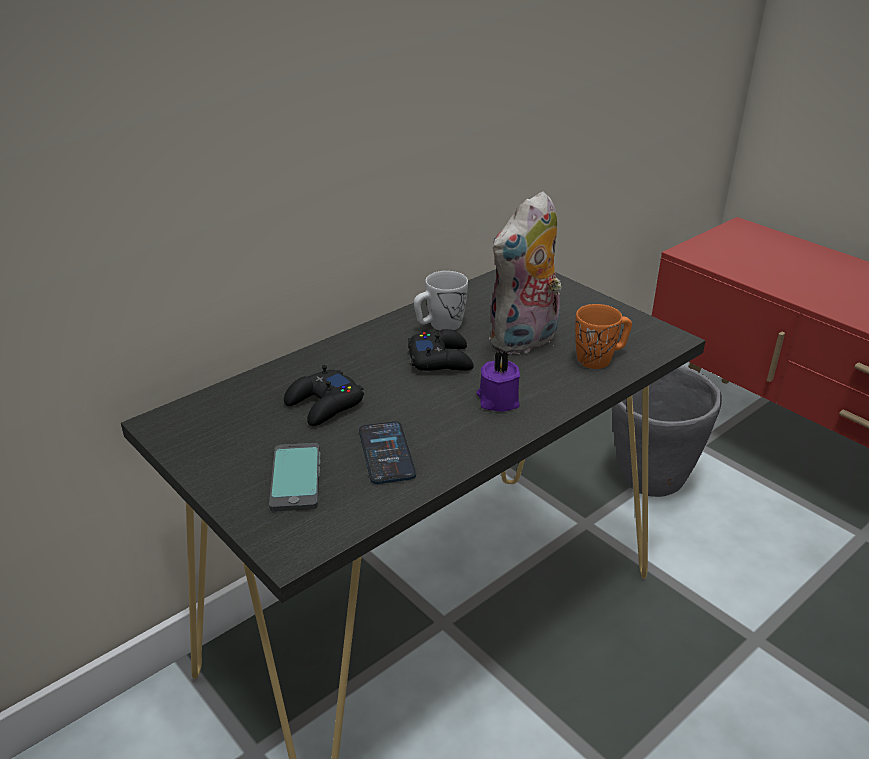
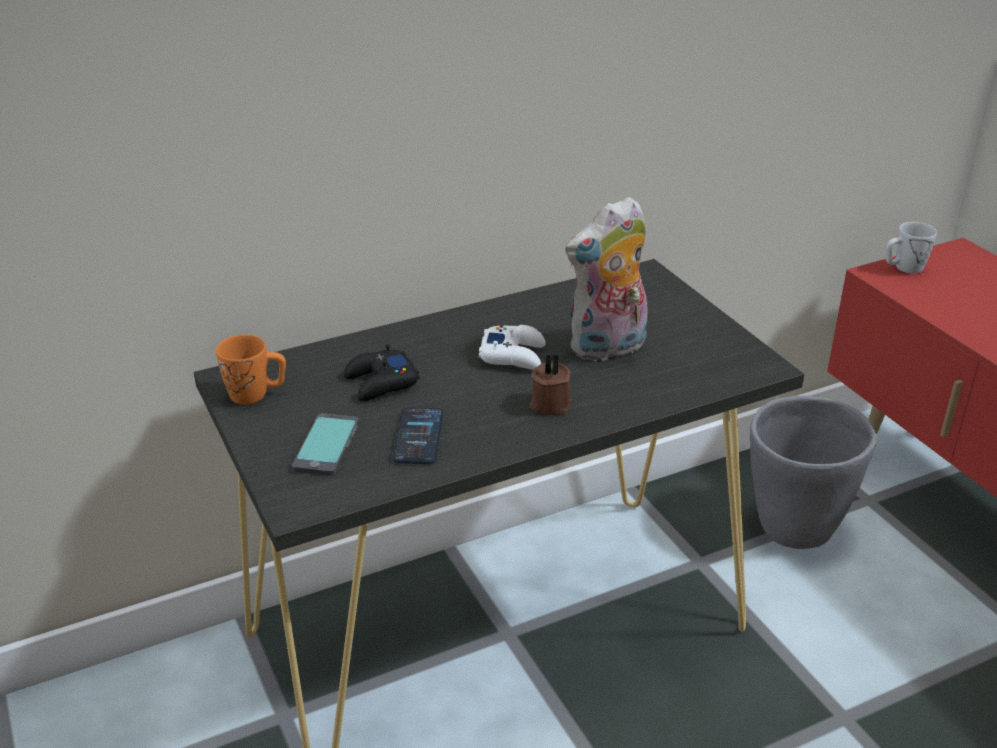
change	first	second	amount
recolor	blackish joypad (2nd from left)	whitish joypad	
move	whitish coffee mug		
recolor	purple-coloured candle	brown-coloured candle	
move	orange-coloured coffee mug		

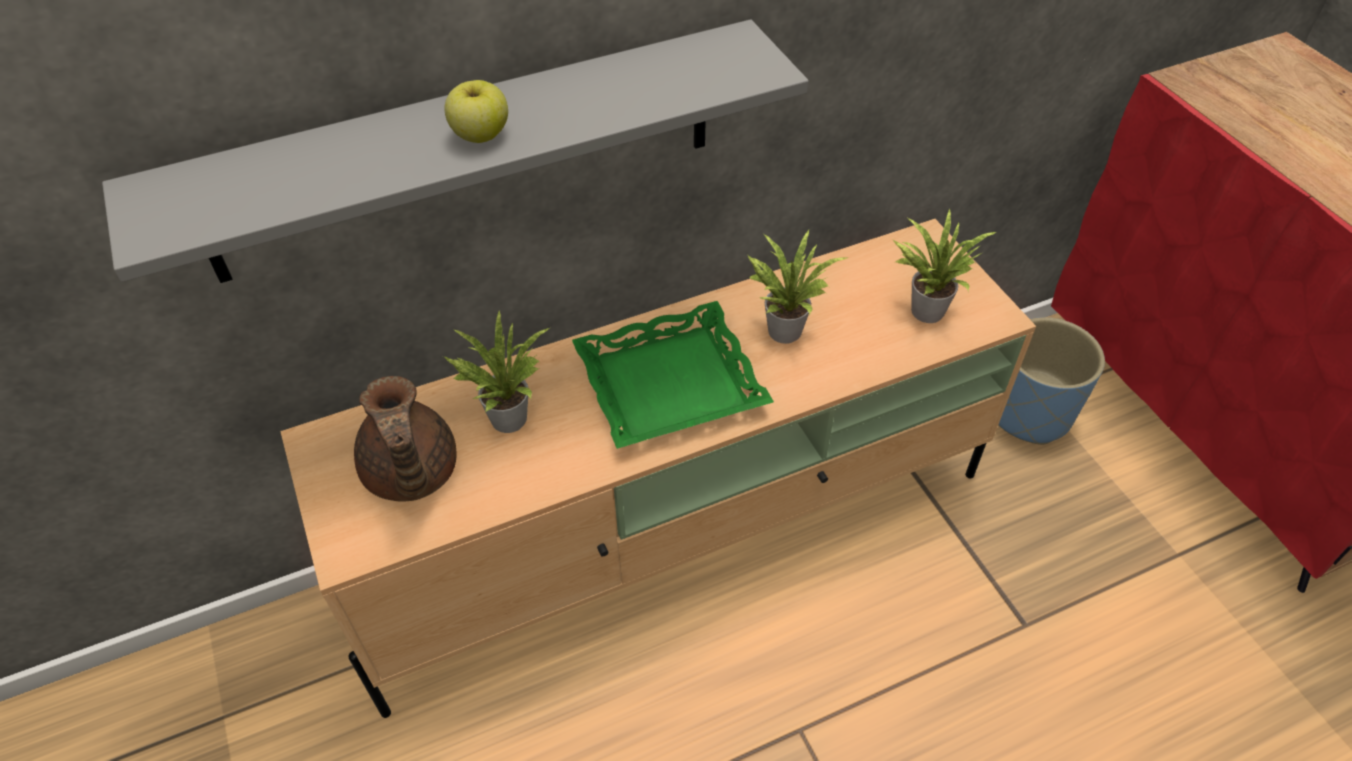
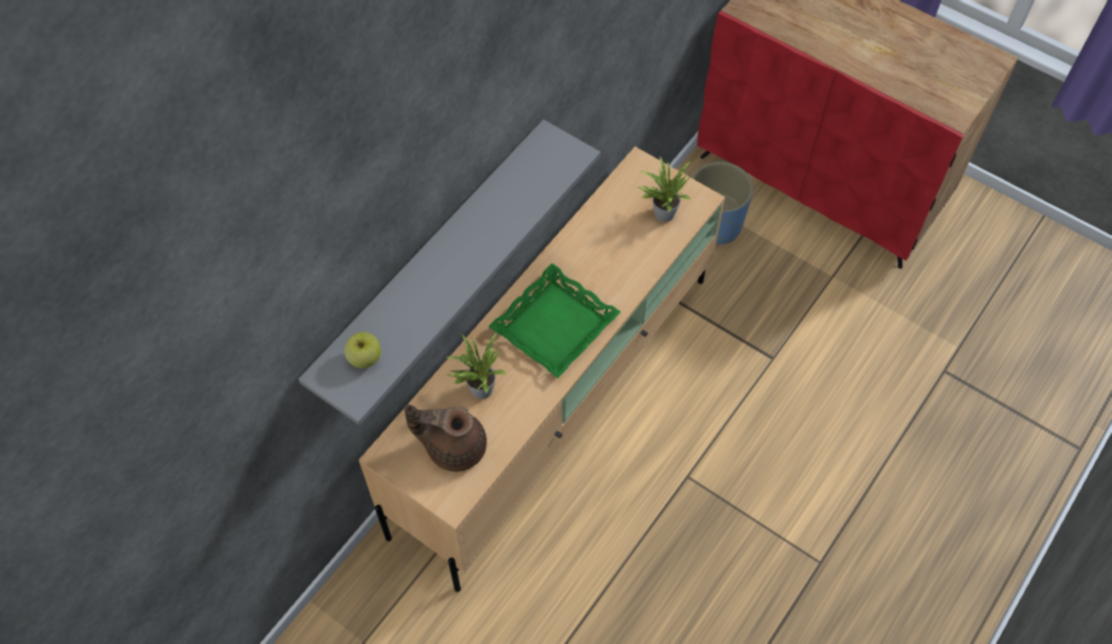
change	first	second	amount
rotate	brown-coloured tea pot		150 degrees clockwise
move	apple		
delete	houseplant (2nd from left)		

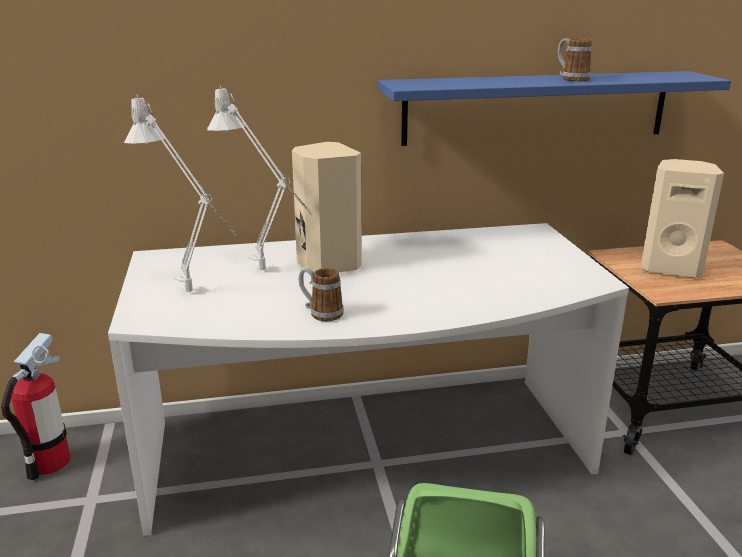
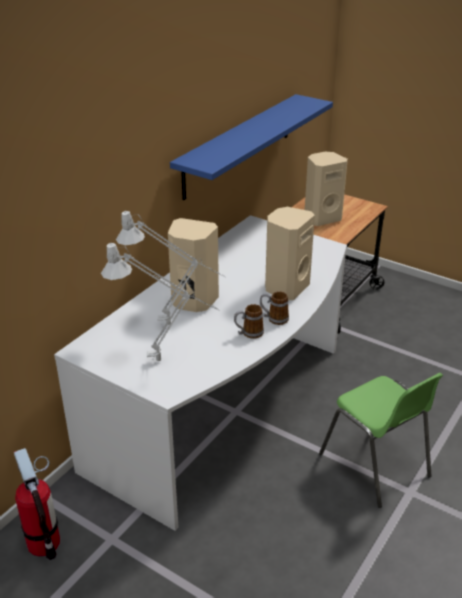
change	first	second	amount
move	coffee mug (2nd from left)		
insert		beige-coloured audio speaker (2nd from left)	

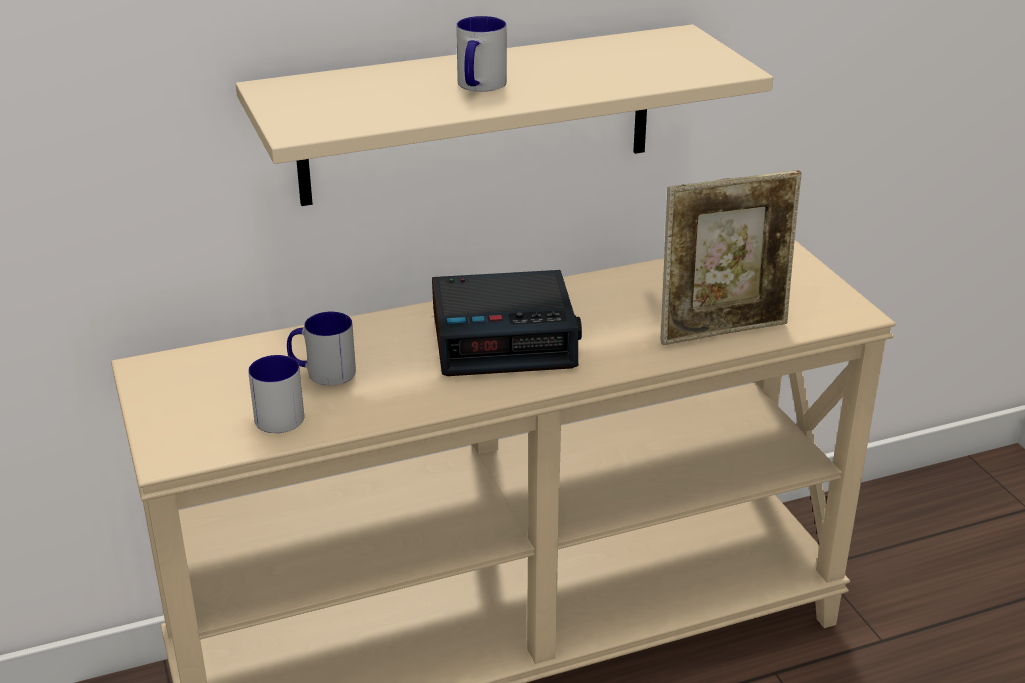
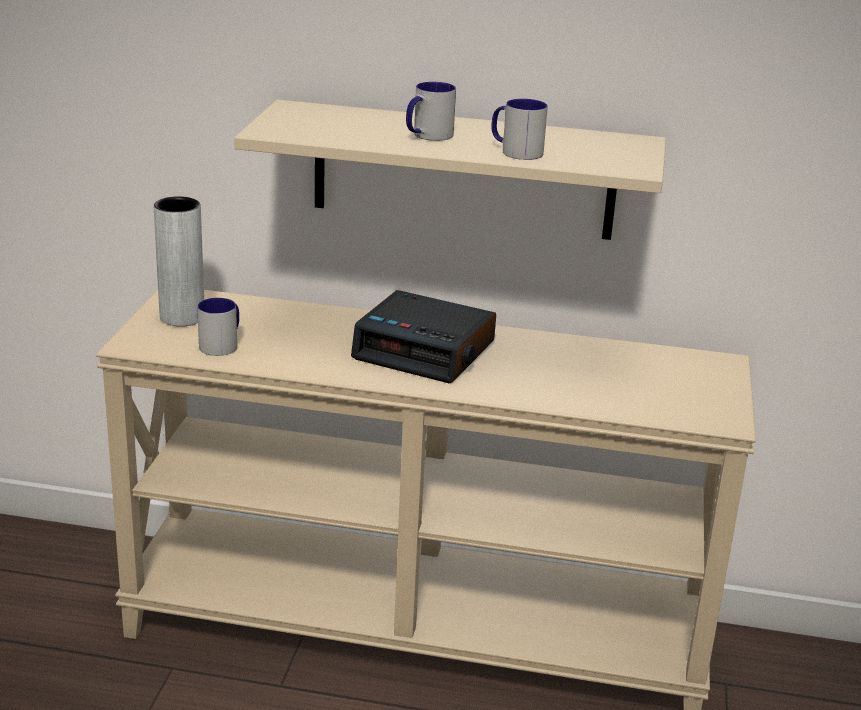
change	first	second	amount
move	coffee mug (2nd from left in the first image)	coffee mug (3rd from left)	
delete	photo frame		
insert		greyish flower vase	

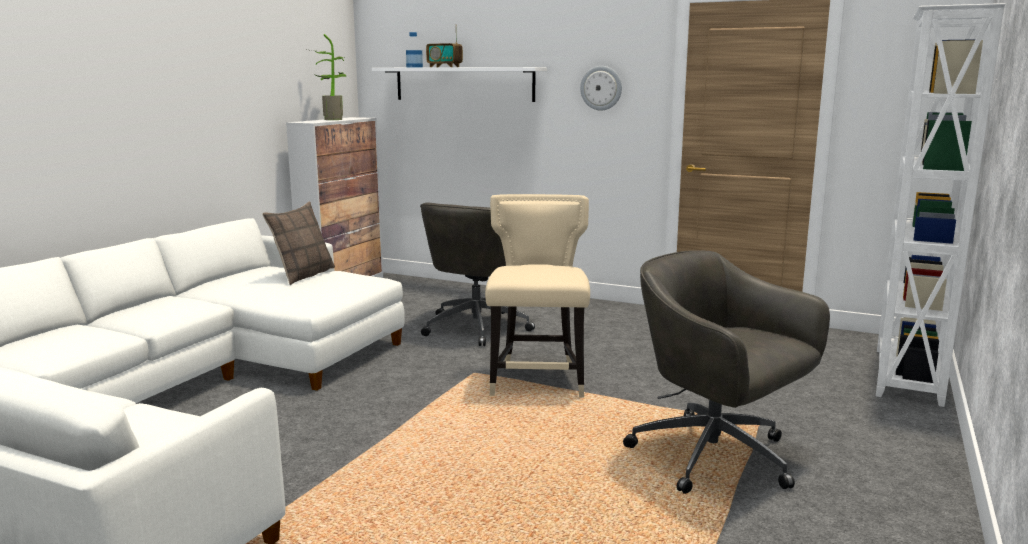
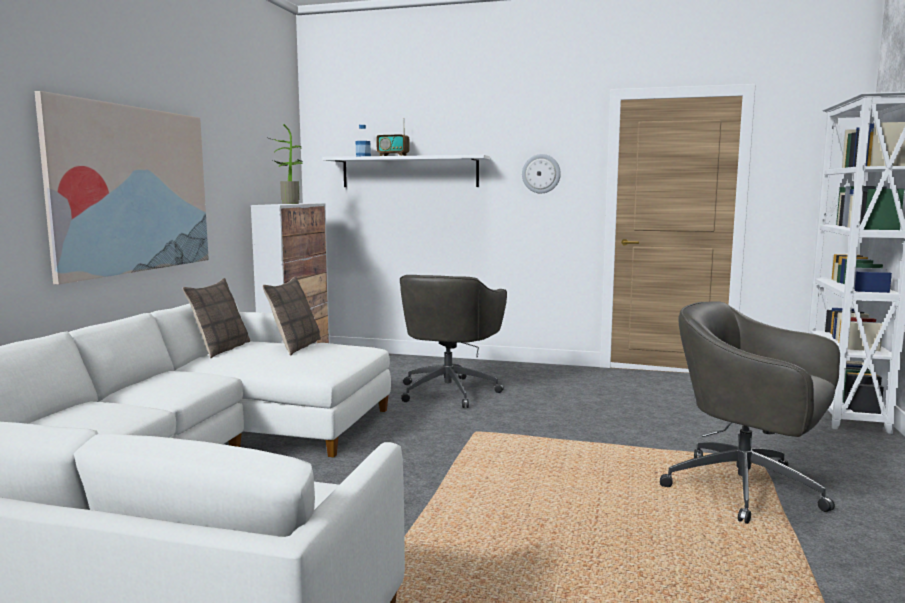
change	first	second	amount
delete	beige-coloured plain chair		
insert		wall art	
insert		cushion (1st from left)	

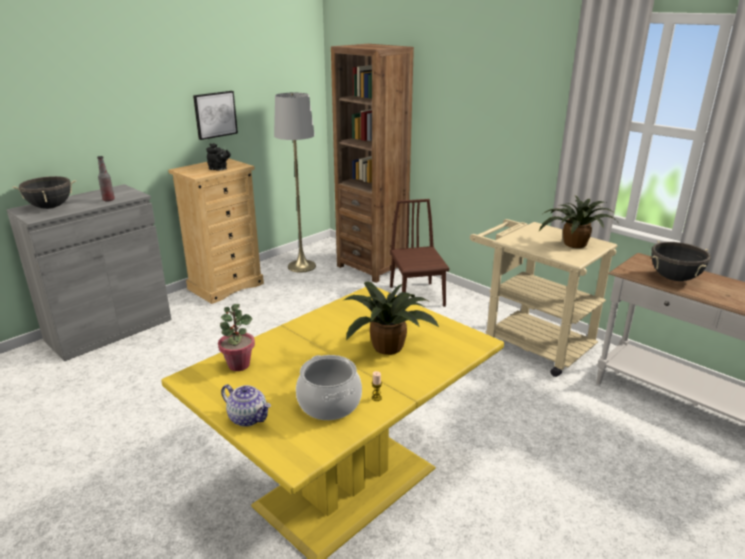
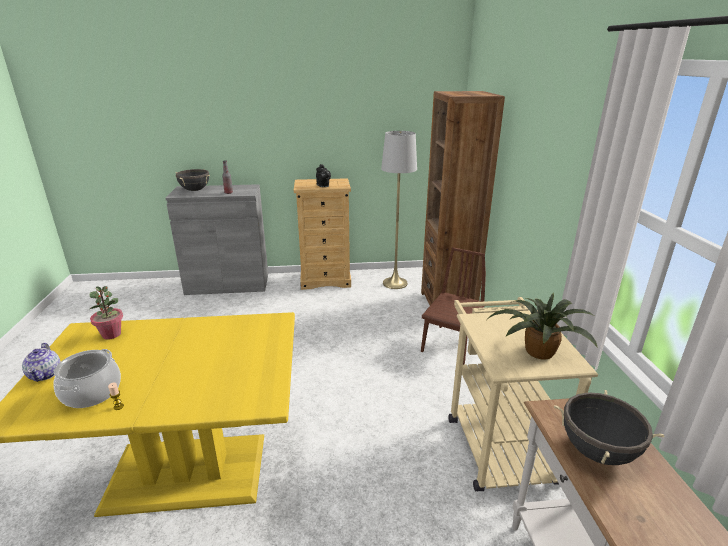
change	first	second	amount
delete	wall art		
delete	houseplant (2nd from left)		

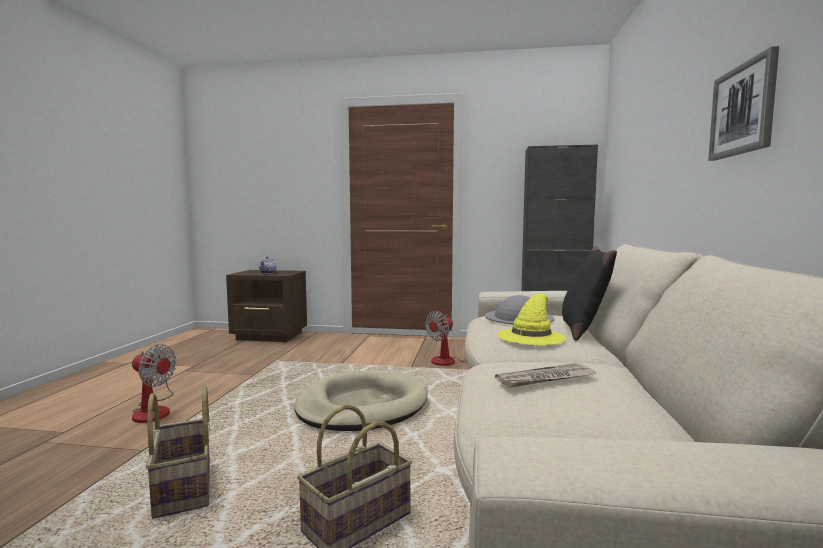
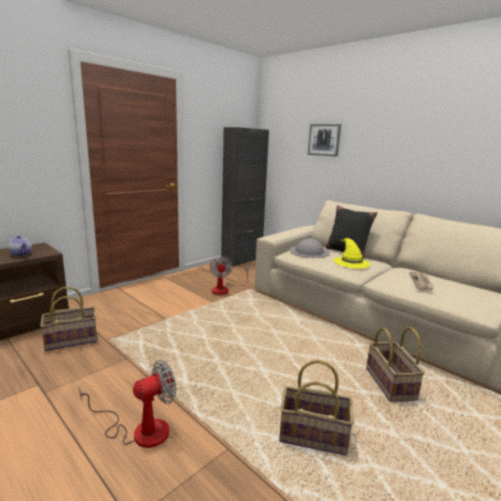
change	first	second	amount
delete	beige-coloured dog bed		
move	wall art		
insert		household basket (1st from left)	

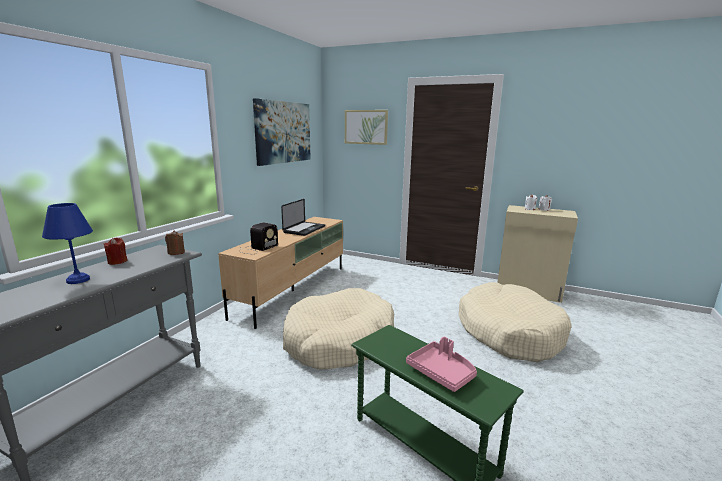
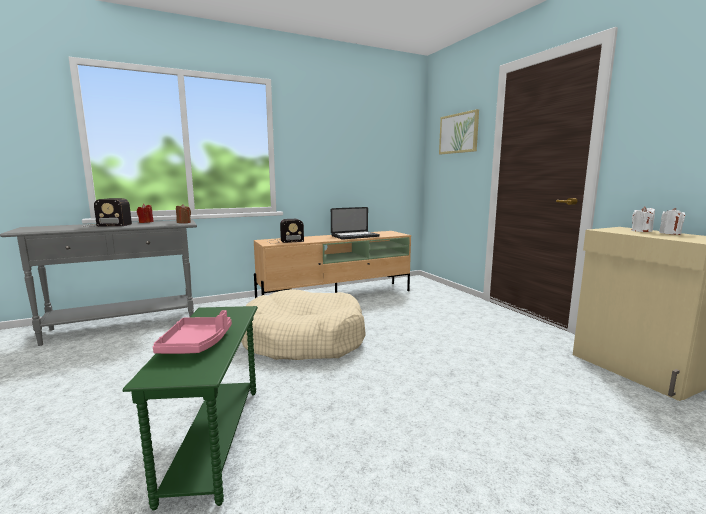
change	first	second	amount
replace	blue tabletop lamp	radio set (1st from left)	
delete	wall art (1st from left)		
delete	beige-coloured dog bed (2nd from left)		

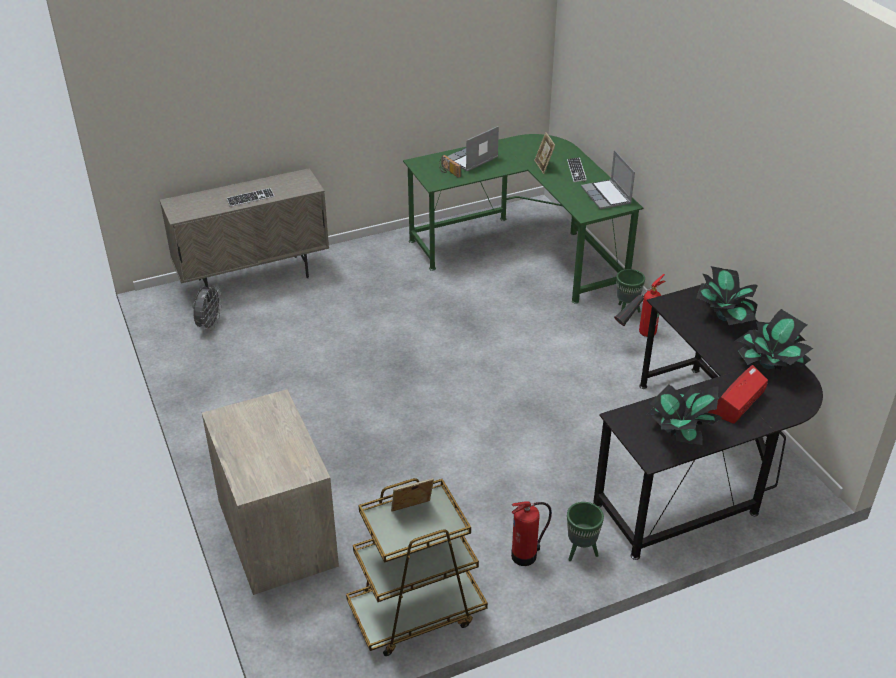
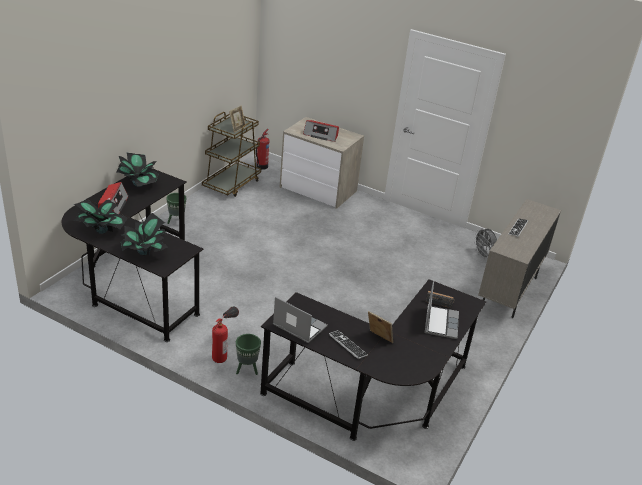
change	first	second	amount
recolor	green-coloured desk	blackish desk (2nd from left)	
move	extinguisher (1st from left in the first image)	extinguisher (2nd from left)	
insert		radio set (2nd from left)	

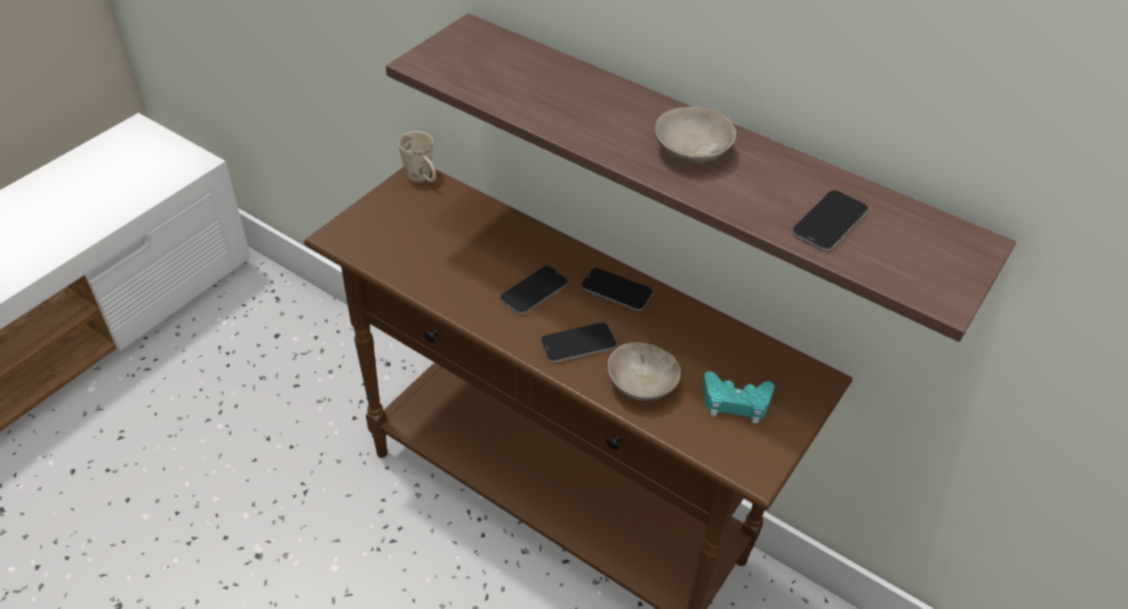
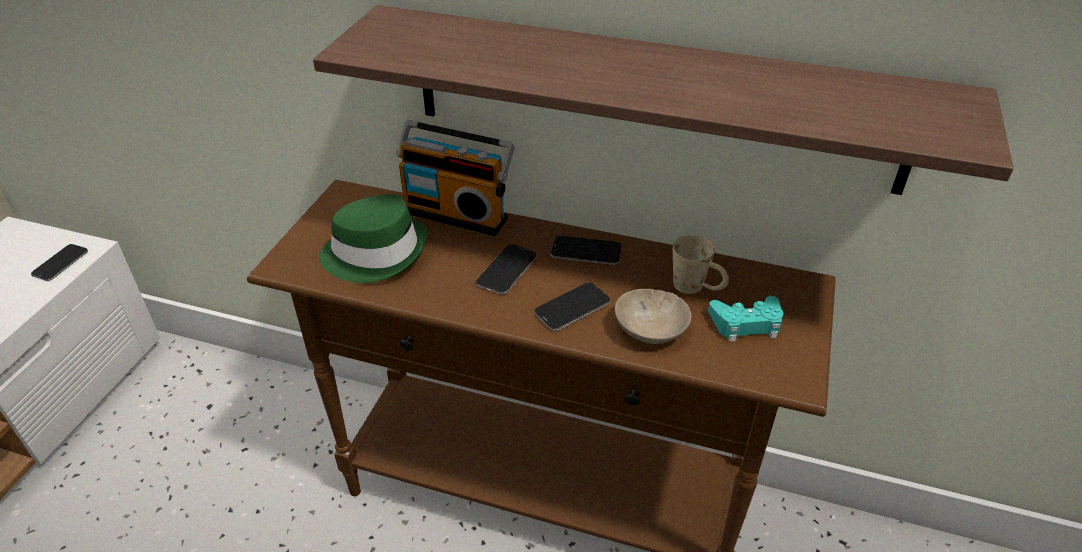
change	first	second	amount
move	beige-coloured coffee mug		
delete	beige-coloured serving bowl (2nd from left)		
move	telephone (4th from left in the first image)	telephone (1st from left)	
insert		green-coloured wearable hat	
insert		radio set	

